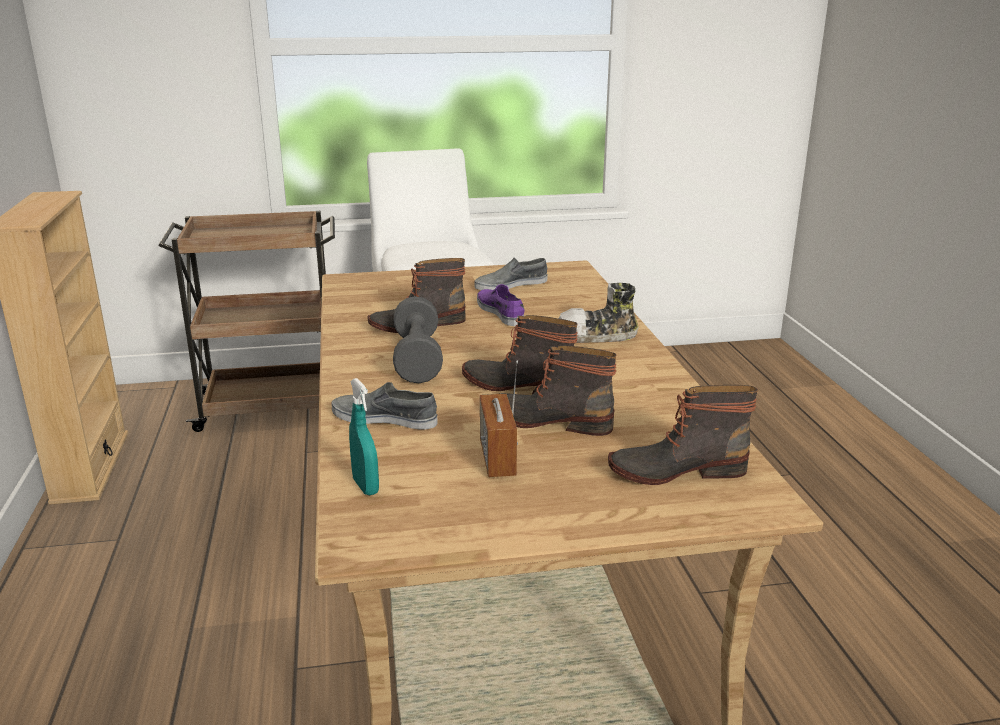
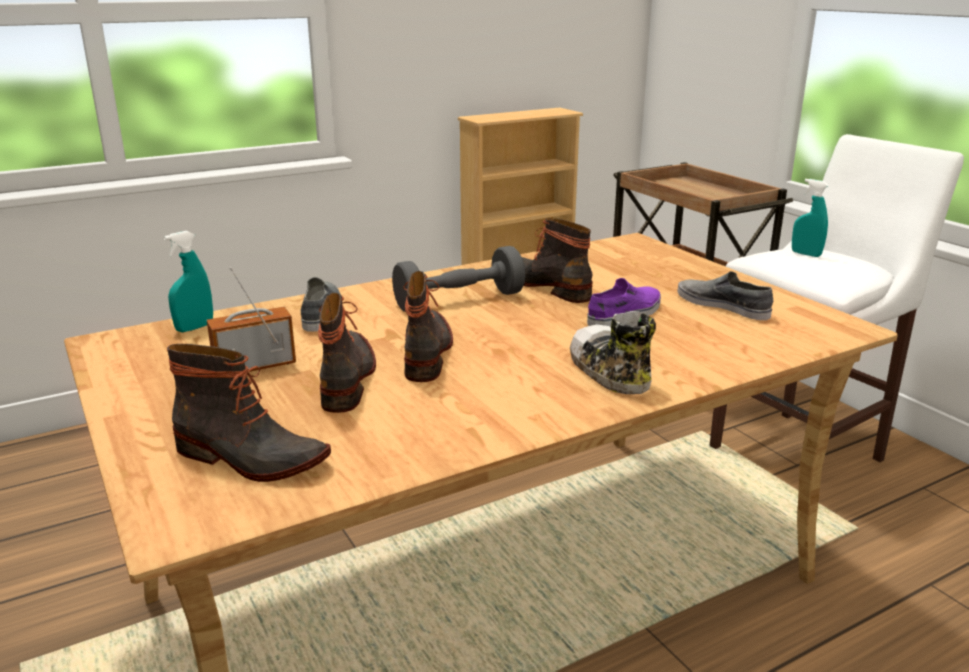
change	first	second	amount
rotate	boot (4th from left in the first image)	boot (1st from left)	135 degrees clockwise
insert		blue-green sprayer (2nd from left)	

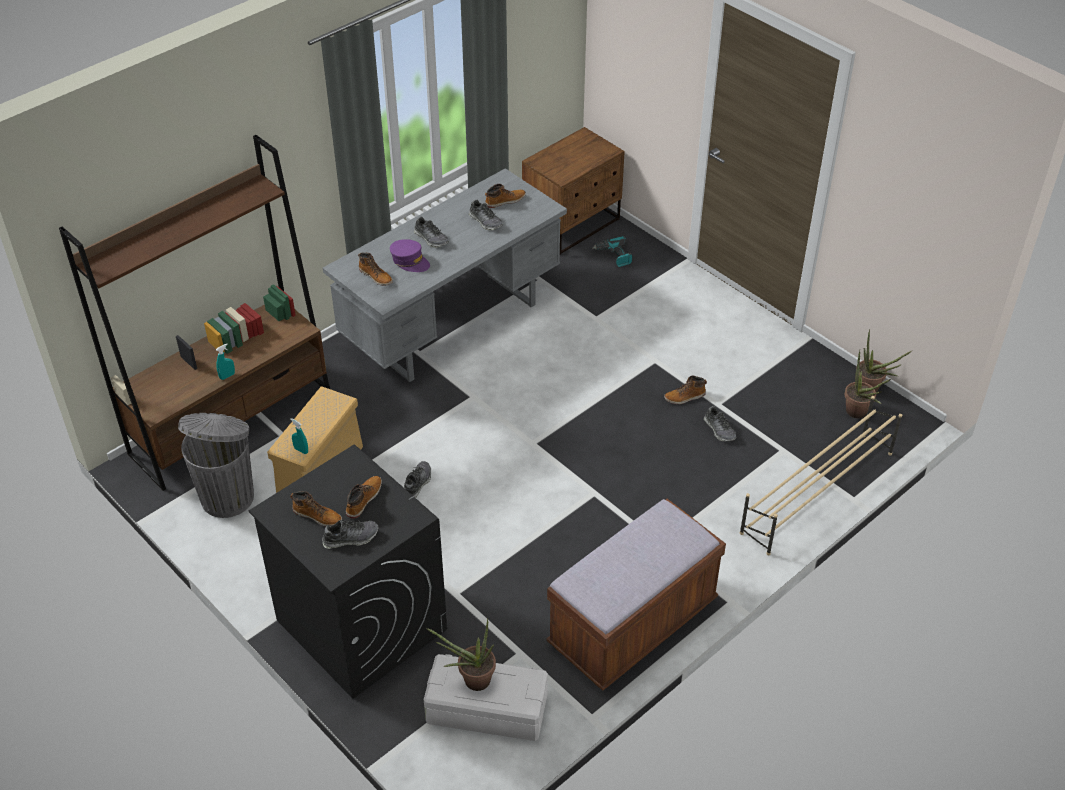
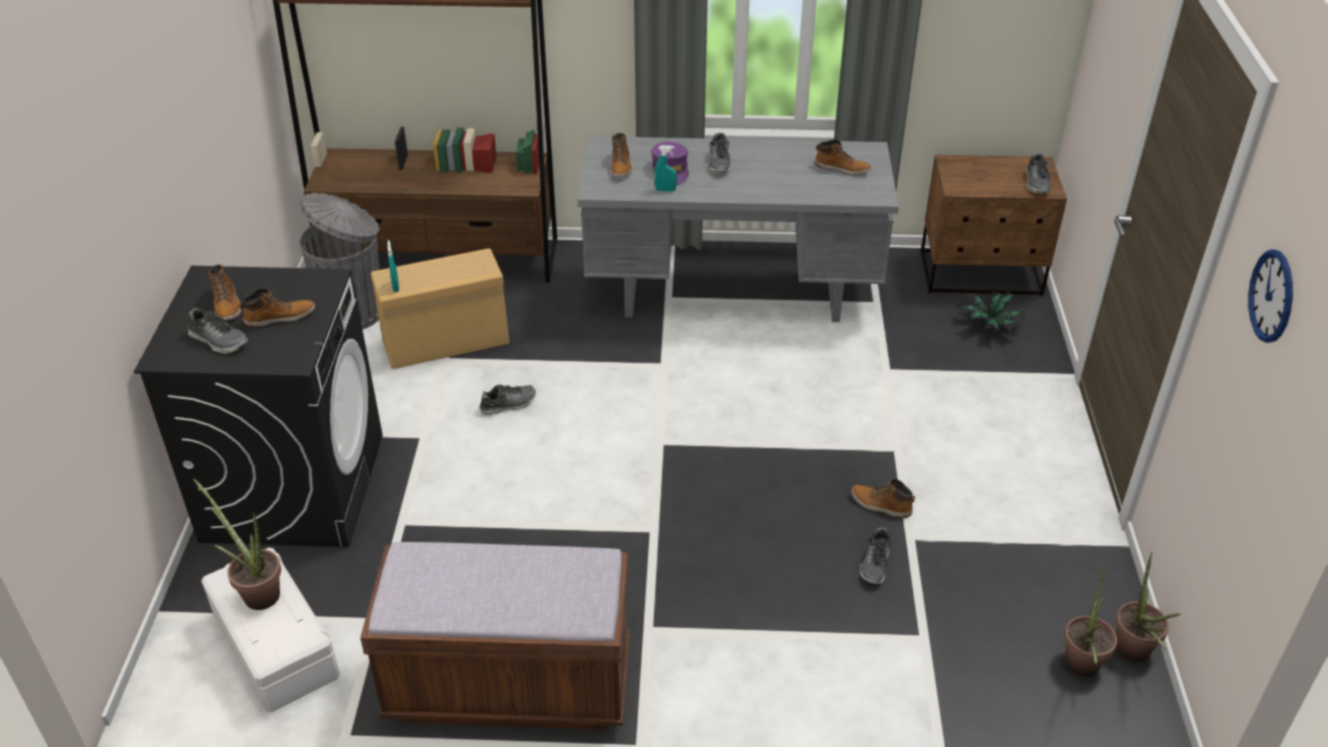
change	first	second	amount
move	blue-green sprayer (1st from left in the first image)	blue-green sprayer (2nd from left)	
move	item of footwear (4th from left in the first image)	item of footwear (5th from left)	
replace	drill	houseplant (2nd from left)	
delete	beige-coloured shoe stand		
insert		wall clock	

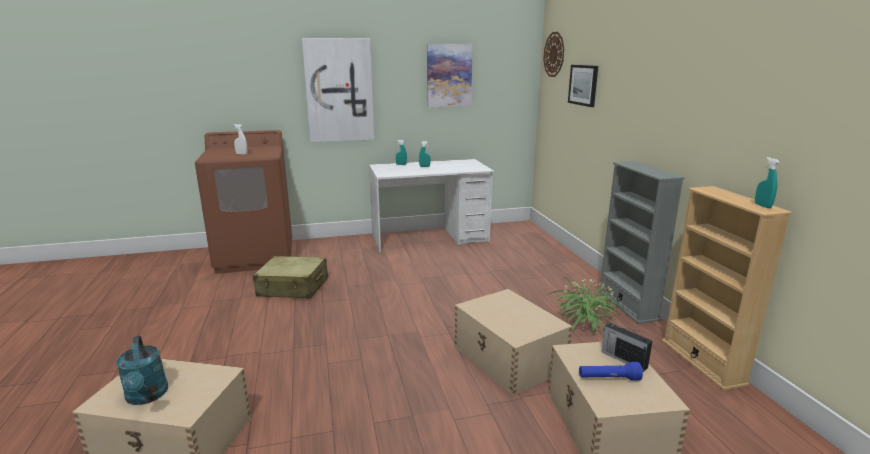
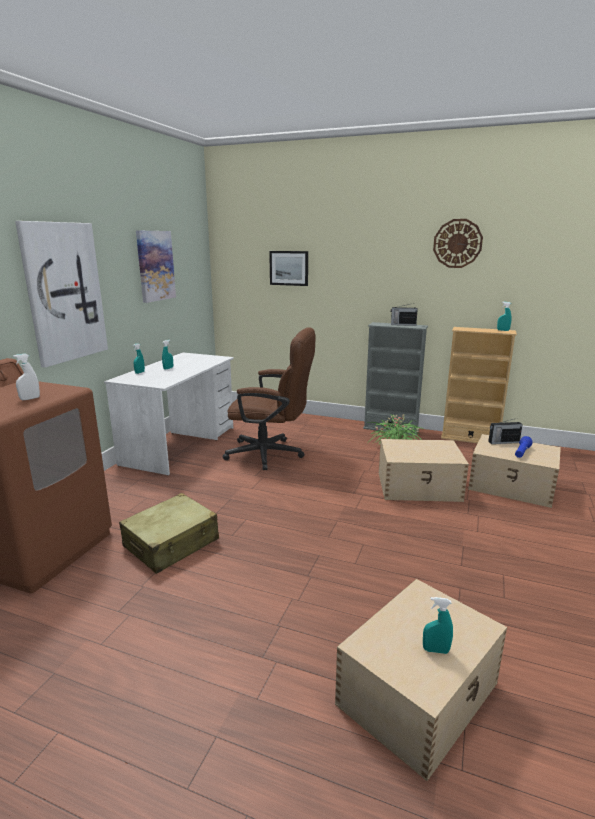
change	first	second	amount
replace	blue-green watering can	blue-green sprayer (3rd from left)	
move	wall clock		
insert		brown-coloured desk chair	
insert		radio set (1st from left)	

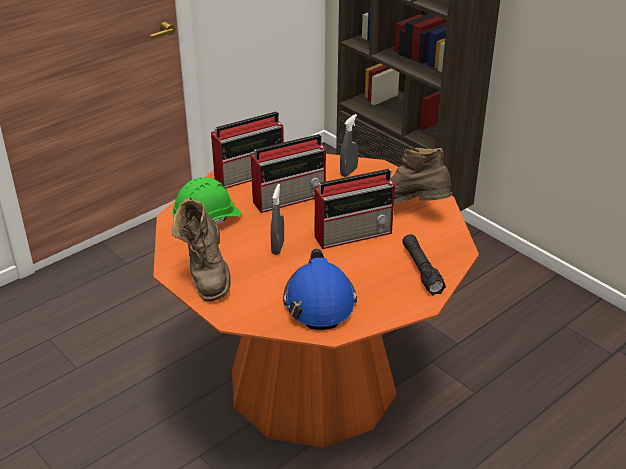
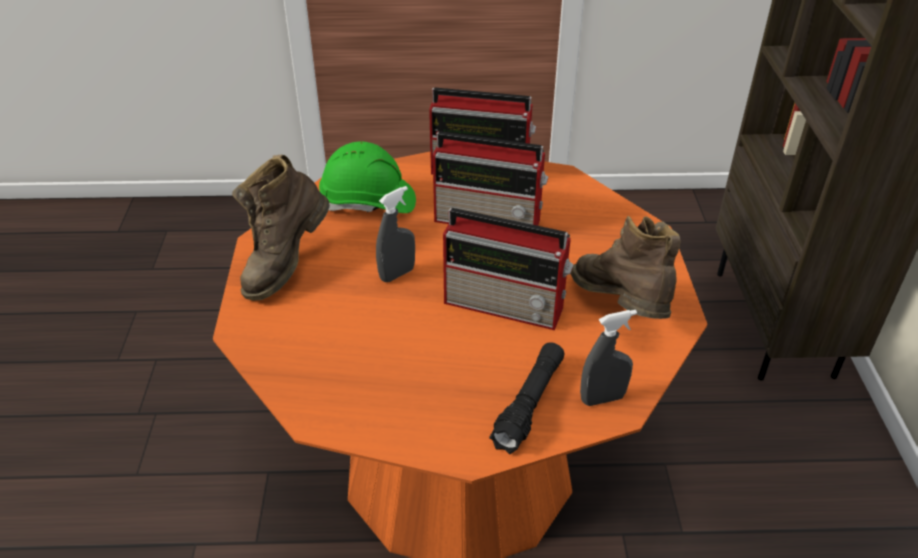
change	first	second	amount
delete	blue safety helmet		
move	greyish sprayer (2nd from left)		

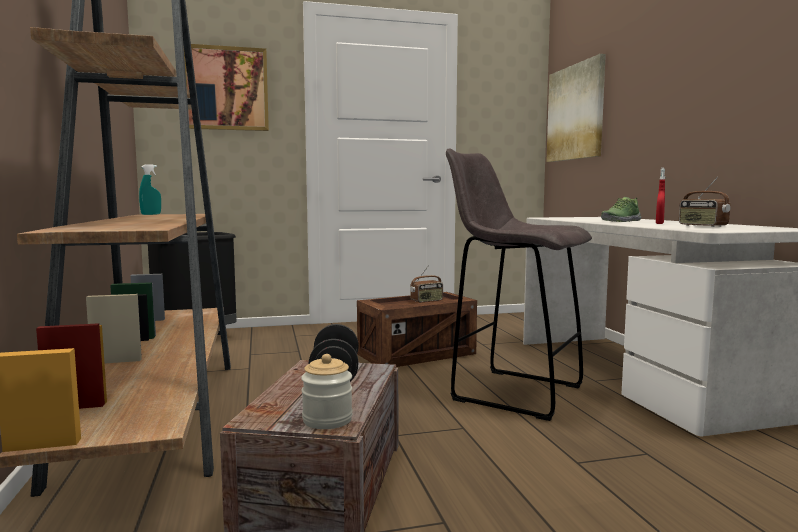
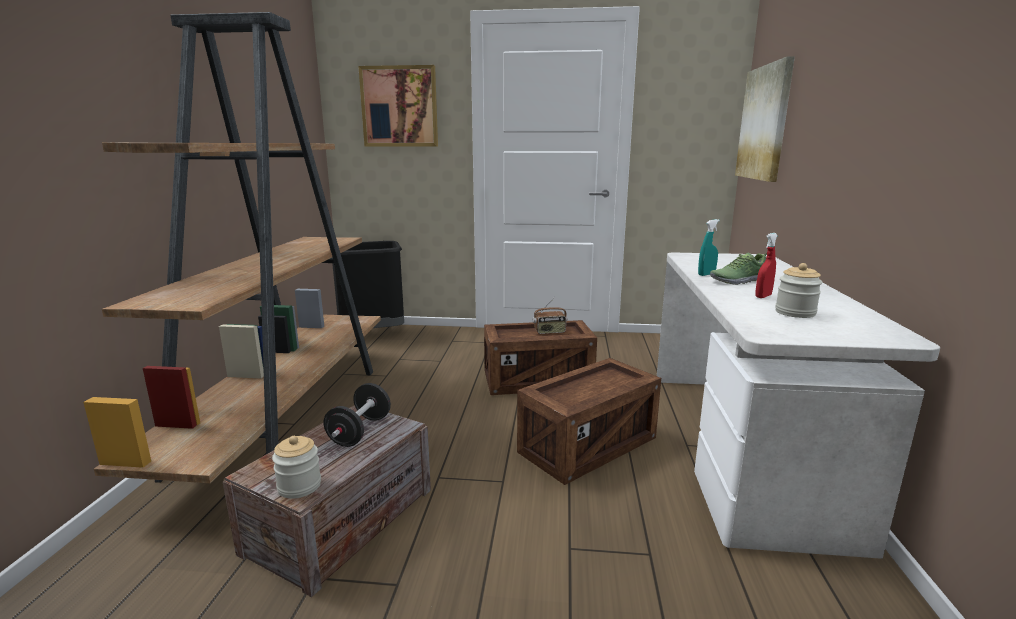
change	first	second	amount
move	blue-green sprayer		
replace	greyish stool seat	packing crate (3rd from left)	
replace	radio set (2nd from left)	preserve jar (2nd from left)	

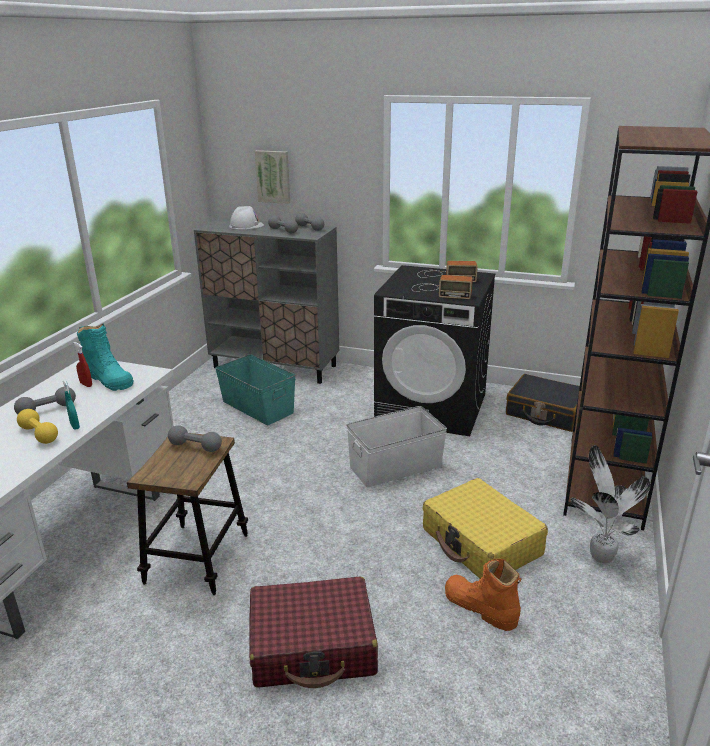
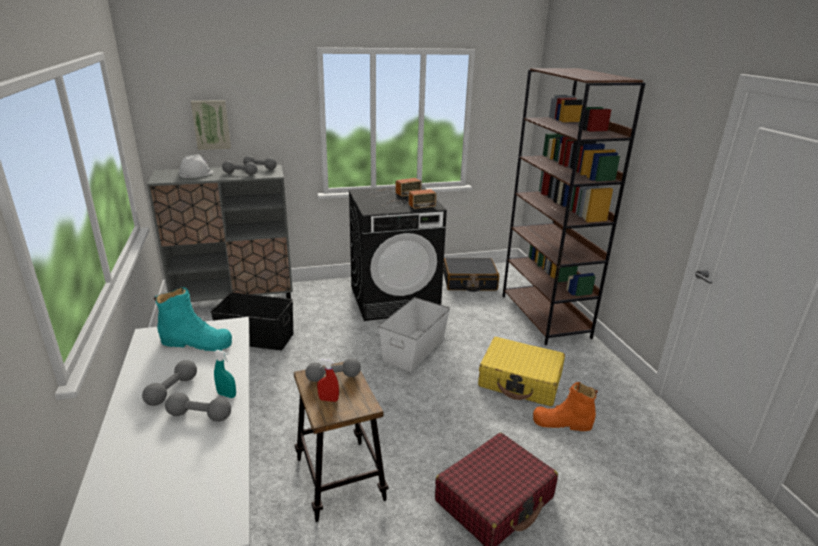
change	first	second	amount
recolor	yellow-coloured hand weight	greyish hand weight (2nd from left)	
move	red-coloured sprayer		
recolor	blue-green storage box	blackish storage box	
delete	houseplant		

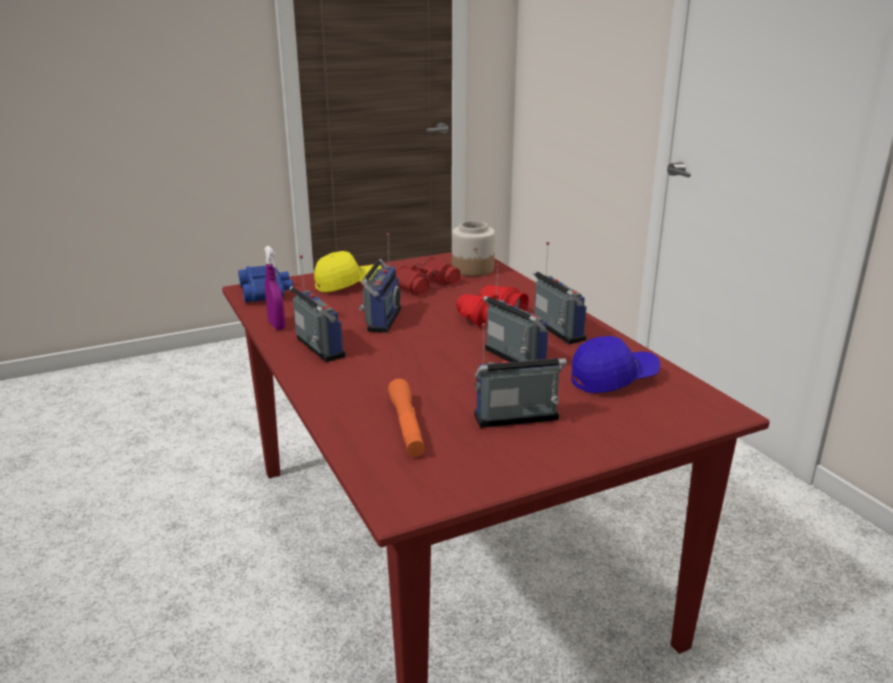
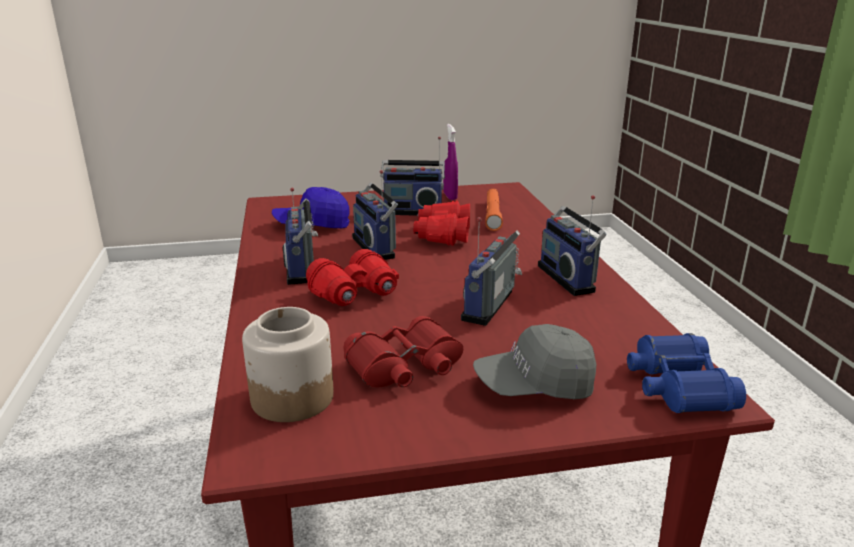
change	first	second	amount
move	purple-coloured sprayer		
recolor	yellow-coloured cap	greyish cap	
insert		red-coloured field glasses (3rd from left)	

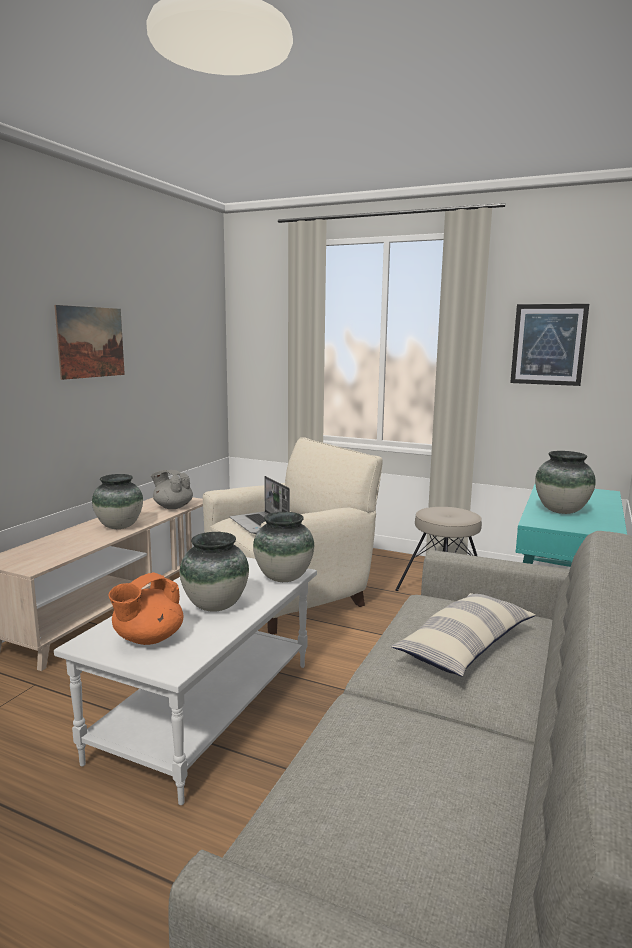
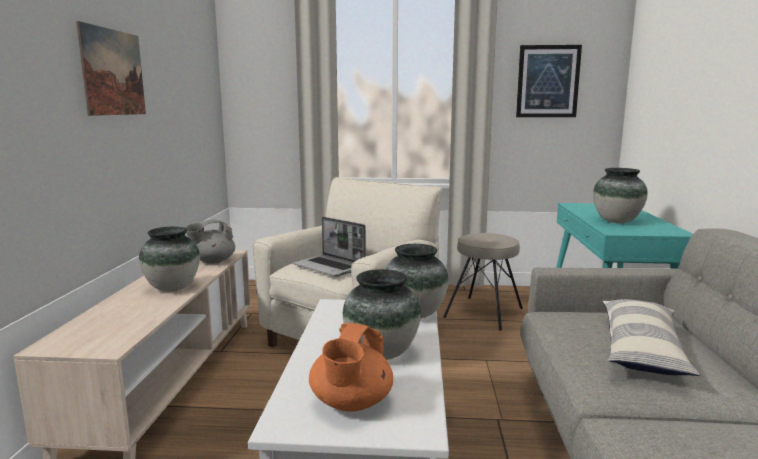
change	first	second	amount
rotate	greyish tea pot		45 degrees counterclockwise

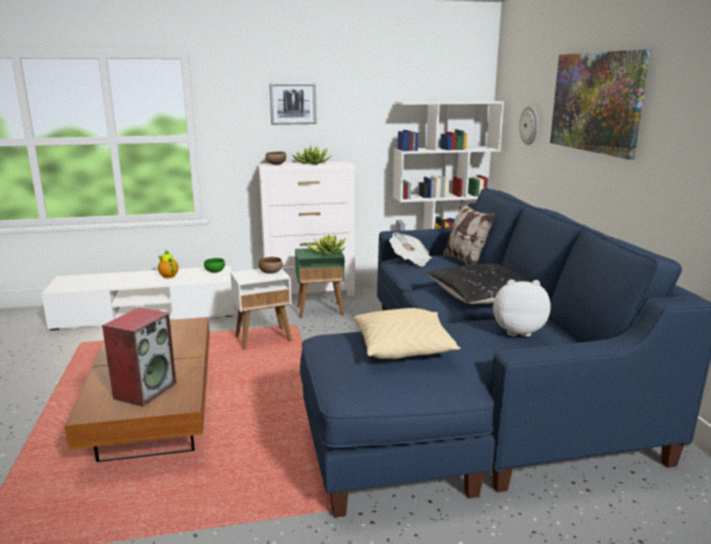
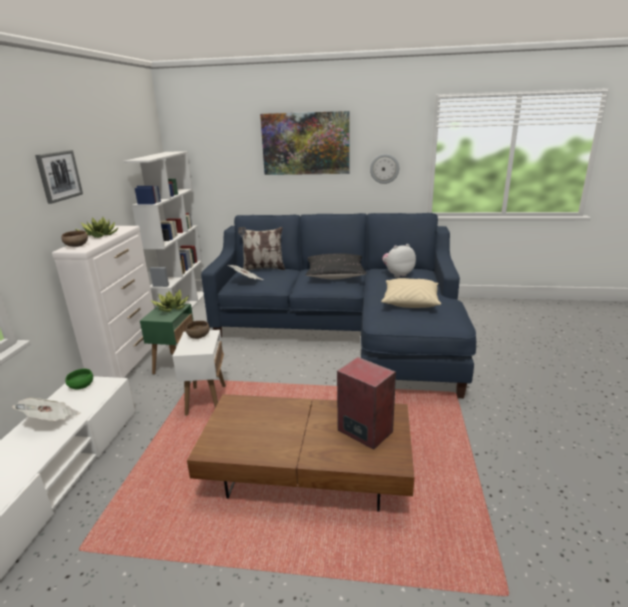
change	first	second	amount
replace	tea pot	printed paper (1st from left)	
rotate	plush toy		45 degrees clockwise
move	wall clock		

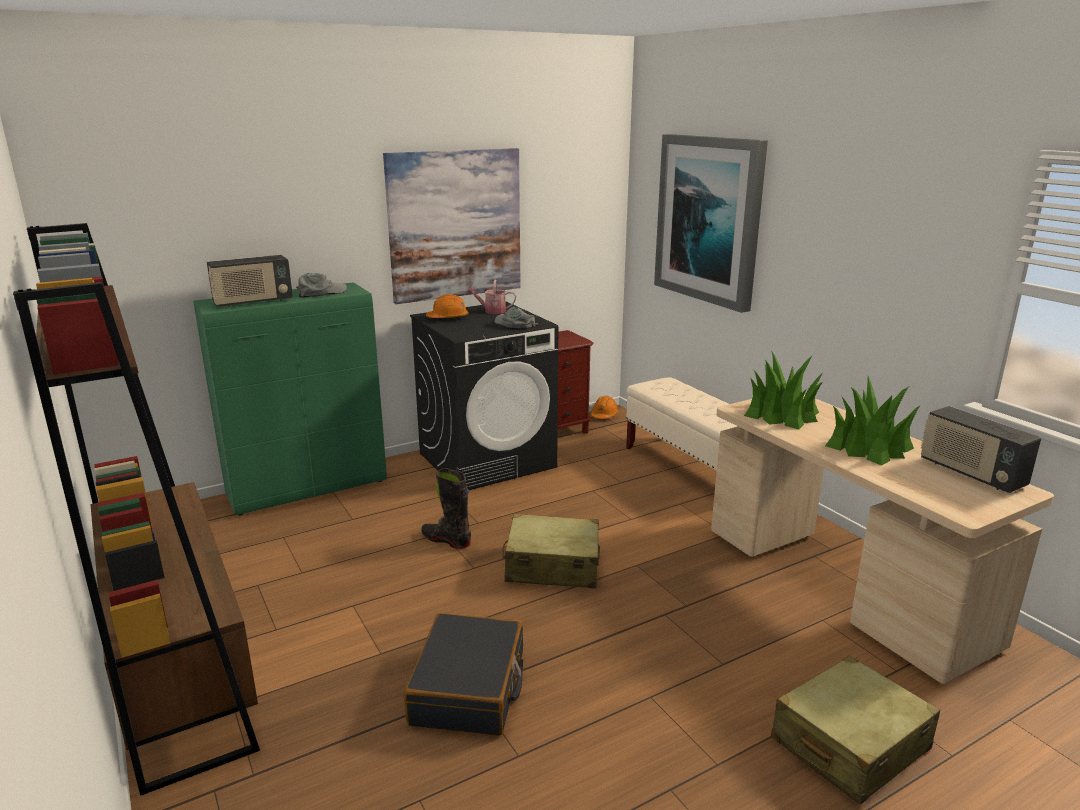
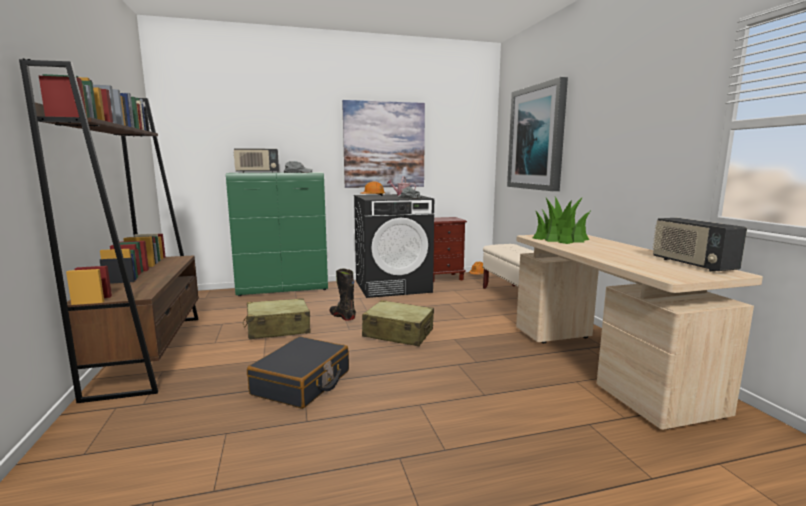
change	first	second	amount
move	beige-coloured piece of luggage (2nd from left in the first image)	beige-coloured piece of luggage (1st from left)	
delete	houseplant (2nd from left)		

